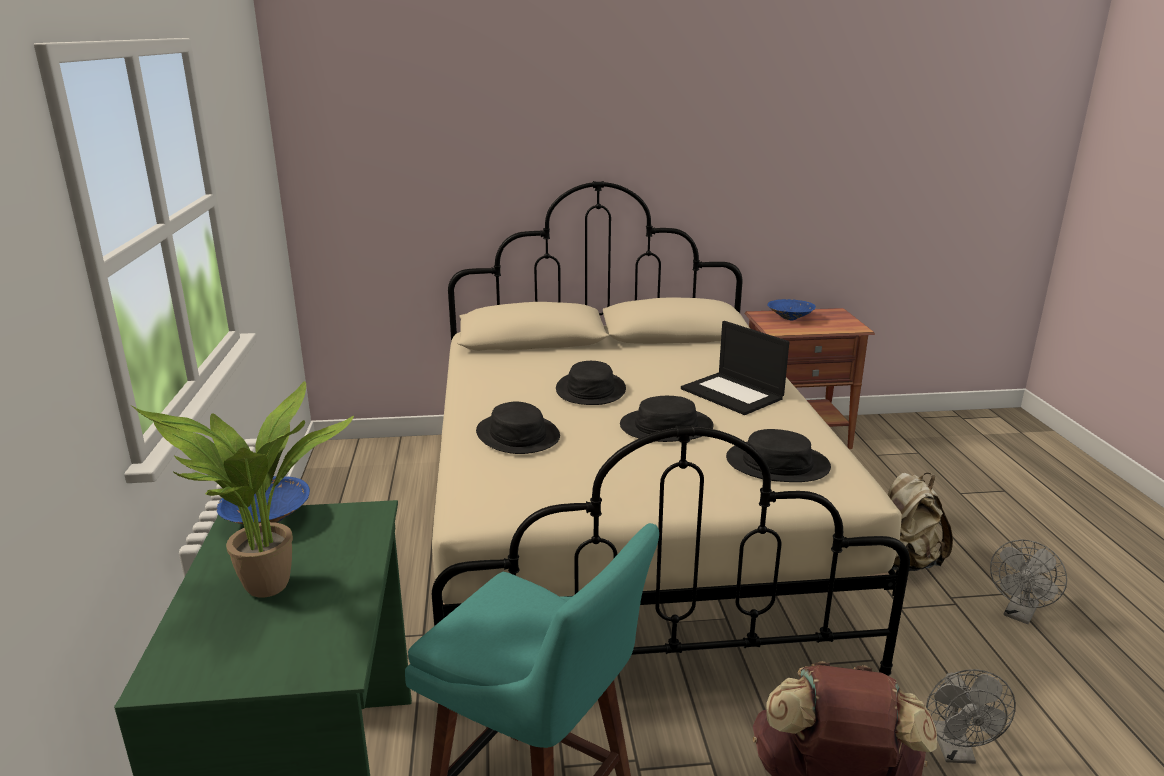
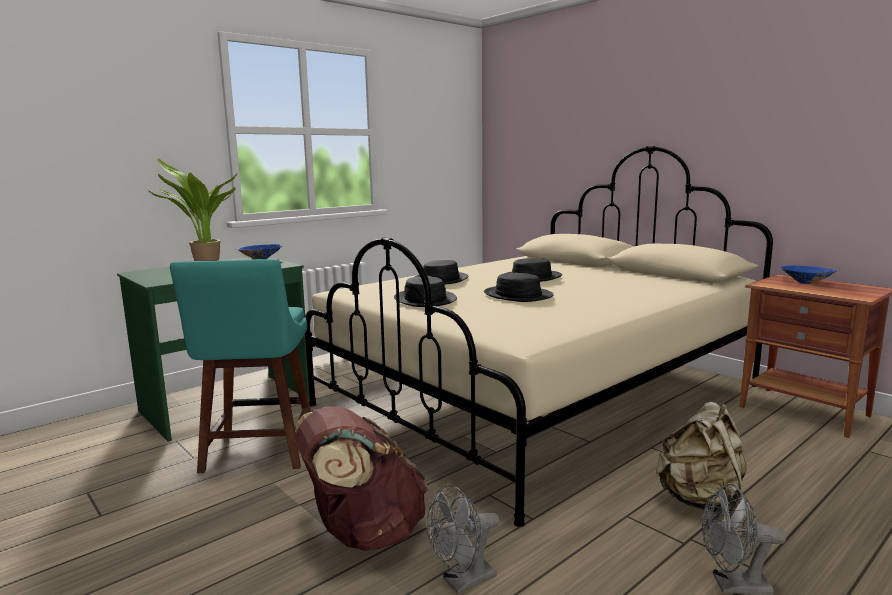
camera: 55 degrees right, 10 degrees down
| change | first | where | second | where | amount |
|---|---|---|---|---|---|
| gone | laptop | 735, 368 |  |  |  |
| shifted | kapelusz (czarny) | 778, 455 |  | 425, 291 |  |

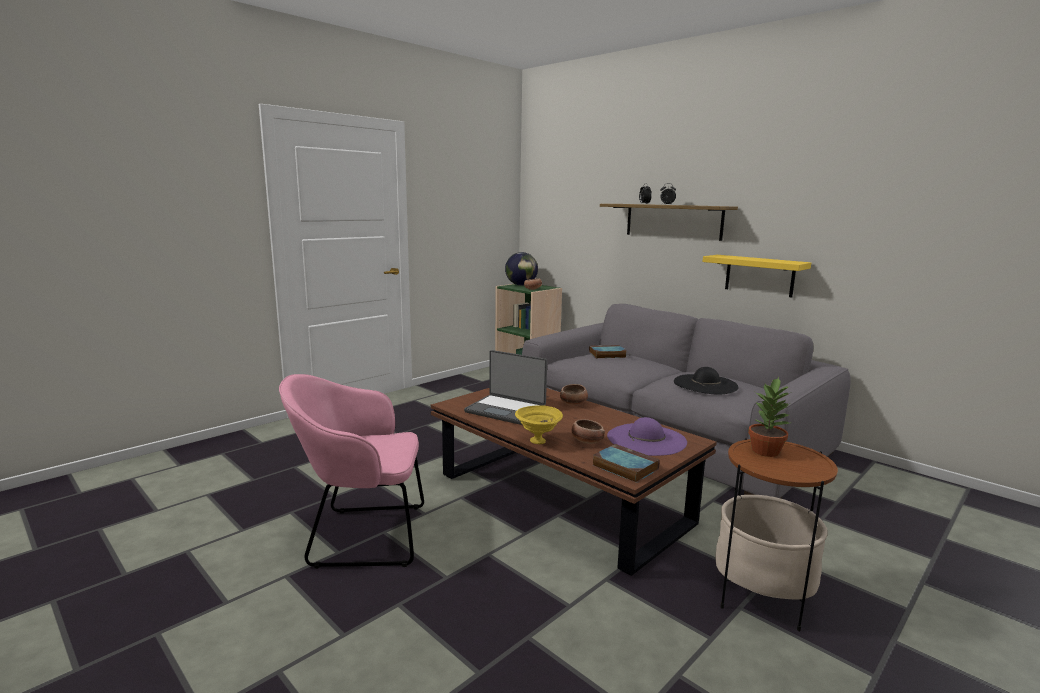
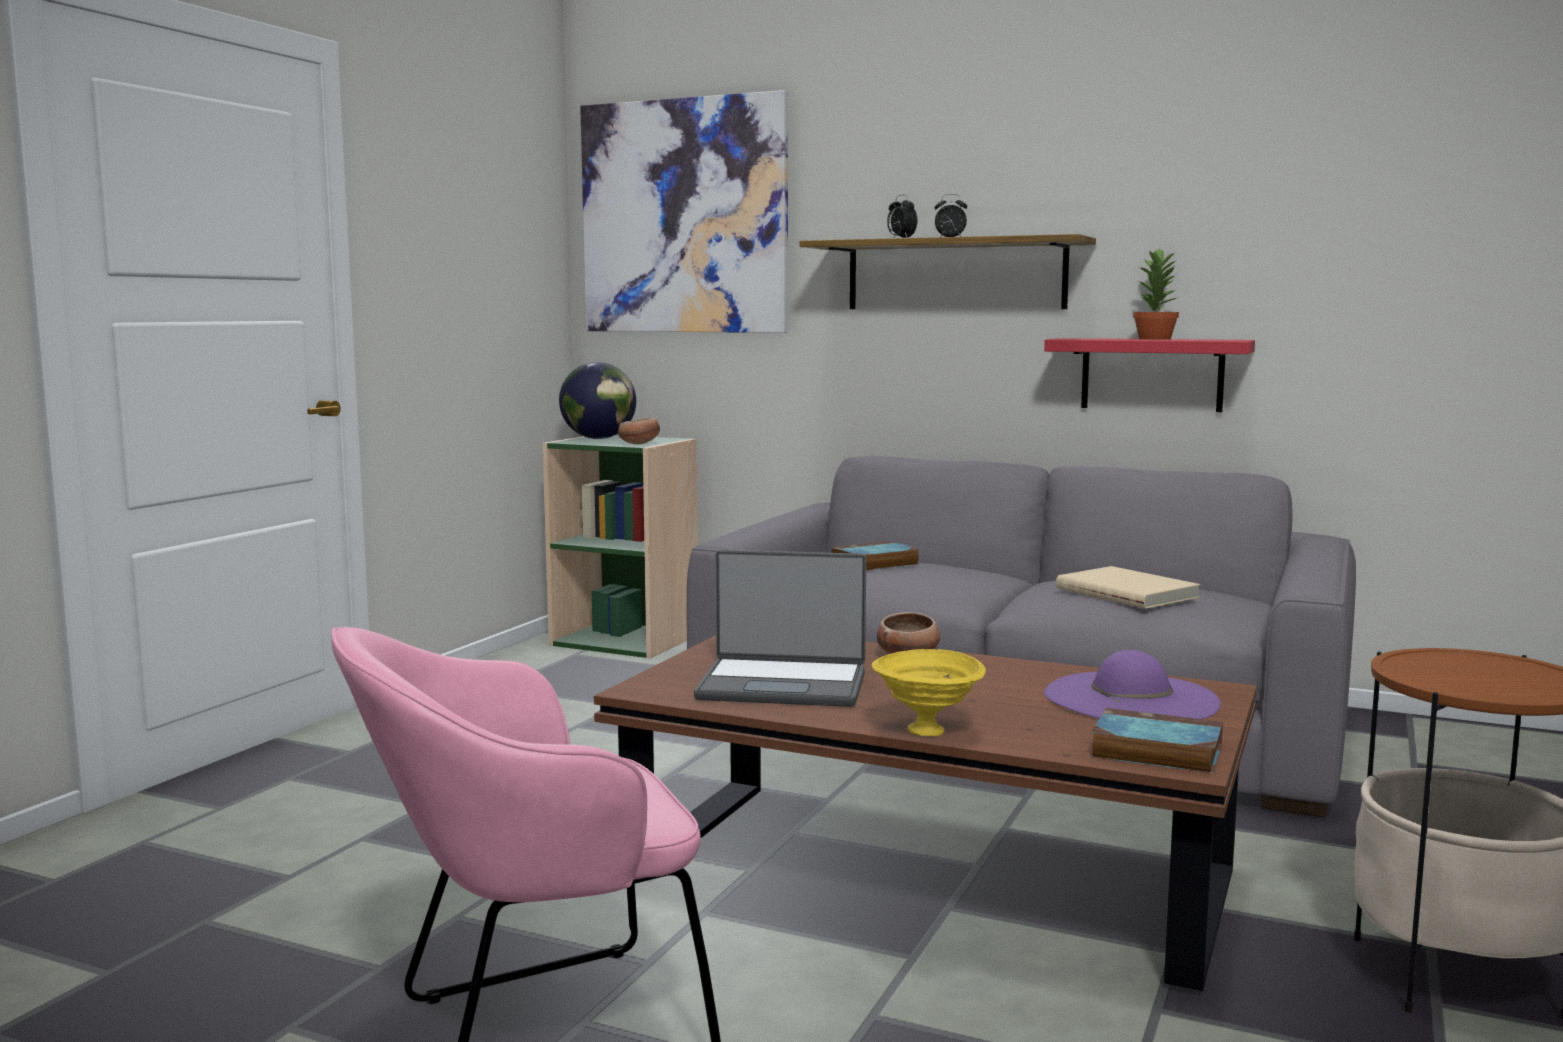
camera: 20 degrees left, 5 degrees down
| change | first | where | second | where | amount |
|---|---|---|---|---|---|
| repainted | półka (żółty) | 757, 276 | półka (czerwony) | 1149, 375 |  |
| swapped | kapelusz (czarny) | 706, 381 | książka (beżowy) | 1128, 587 |  |
| shifted | roślina doniczkowa | 769, 417 |  | 1156, 294 |  |
| gone | miska | 588, 431 |  |  |  |
| new |  |  | obraz | 684, 211 |  |

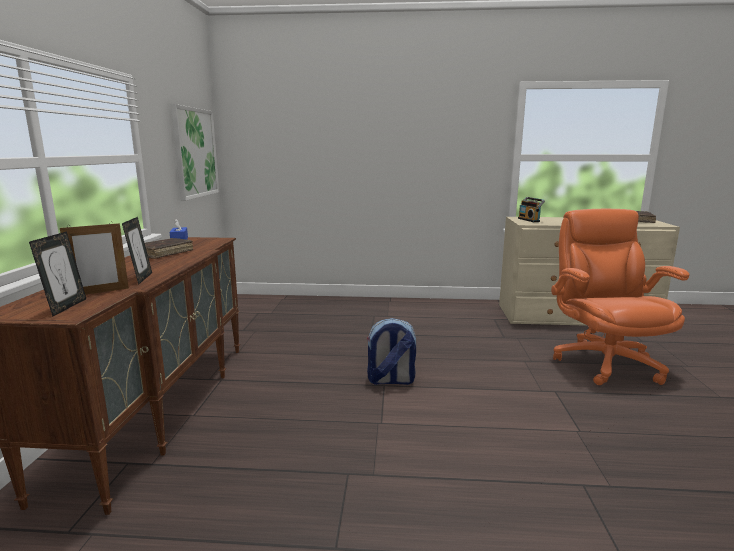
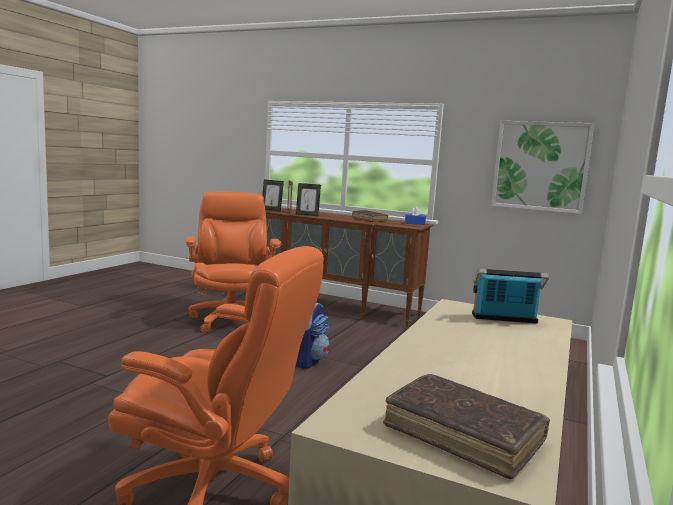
camera: 110 degrees right, 5 degrees down
| change | first | where | second | where | amount |
|---|---|---|---|---|---|
| new |  |  | krzesło biurowe (pomarańczowy) | 233, 261 |  |

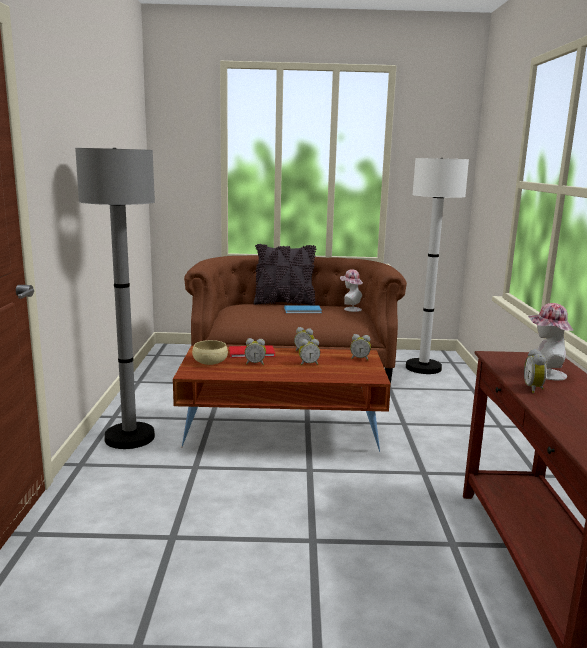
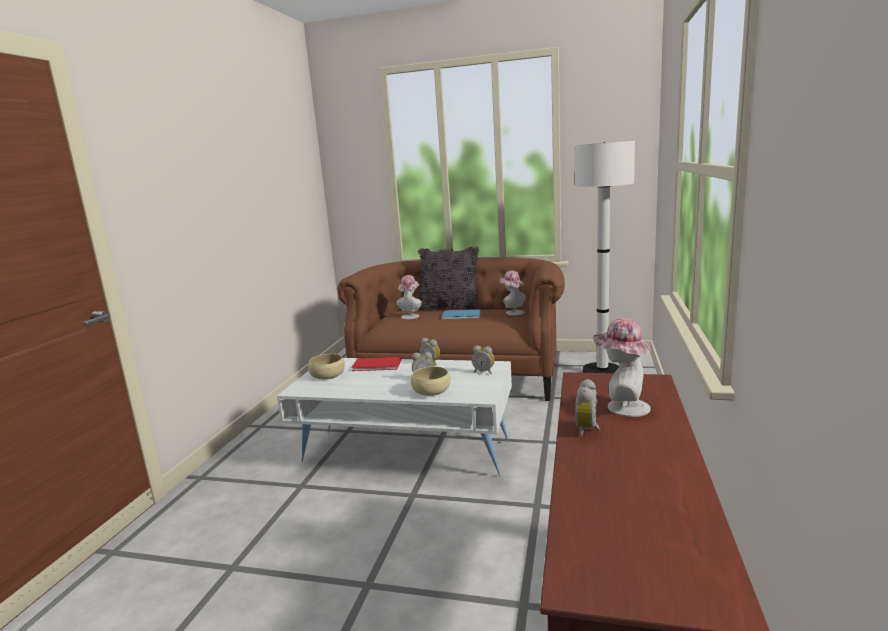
camera: 15 degrees right, 0 degrees up
| change | first | where | second | where | amount |
|---|---|---|---|---|---|
| gone | lampa stojąca (szary) | 115, 298 |  |  |  |
| gone | budzik | 255, 351 |  |  |  |
| repainted | ława (brązowy) | 282, 399 | ława (biały) | 394, 417 |  |
| new |  |  | kapelusz | 409, 297 |  |
| new |  |  | miska (beżowy) | 431, 381 |  |

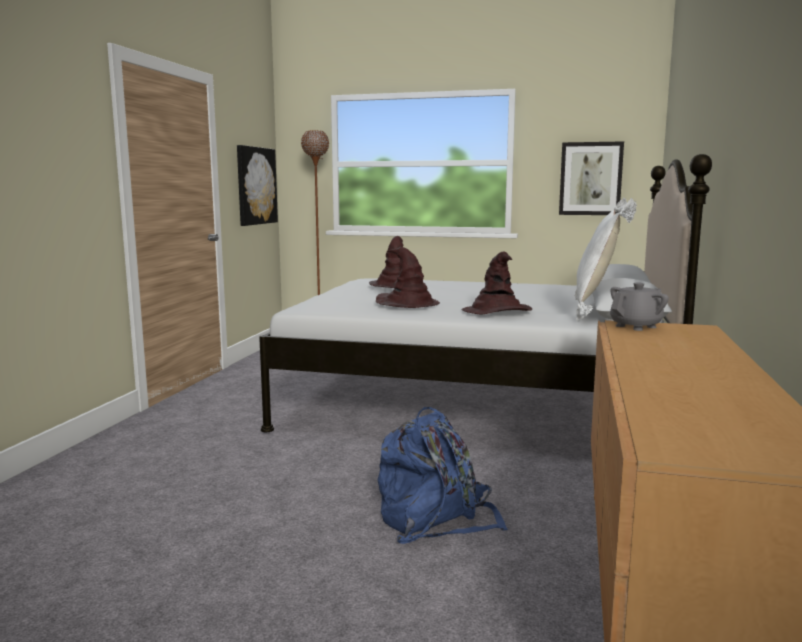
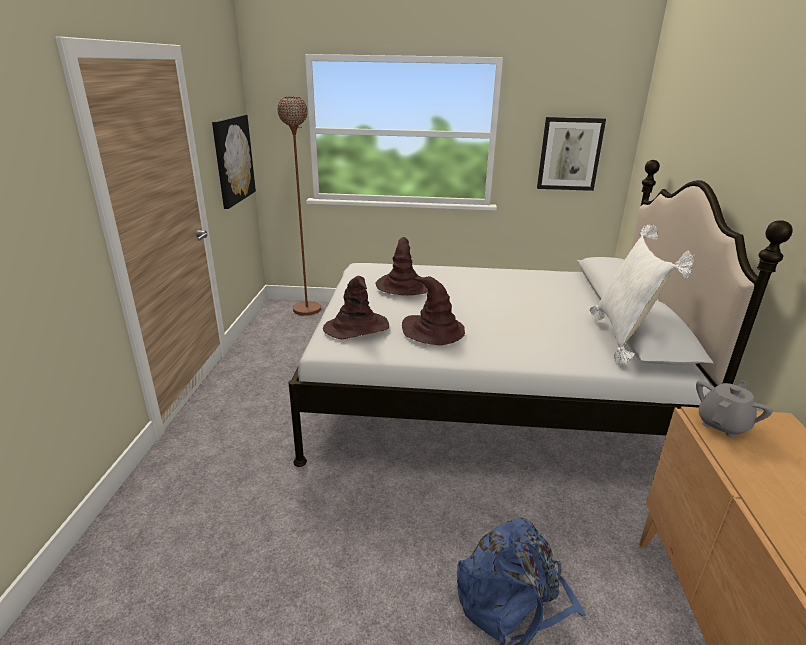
camera: 10 degrees left, 15 degrees up
| change | first | where | second | where | amount |
|---|---|---|---|---|---|
| shifted | kapelusz (brązowy) | 496, 282 |  | 356, 307 |  |

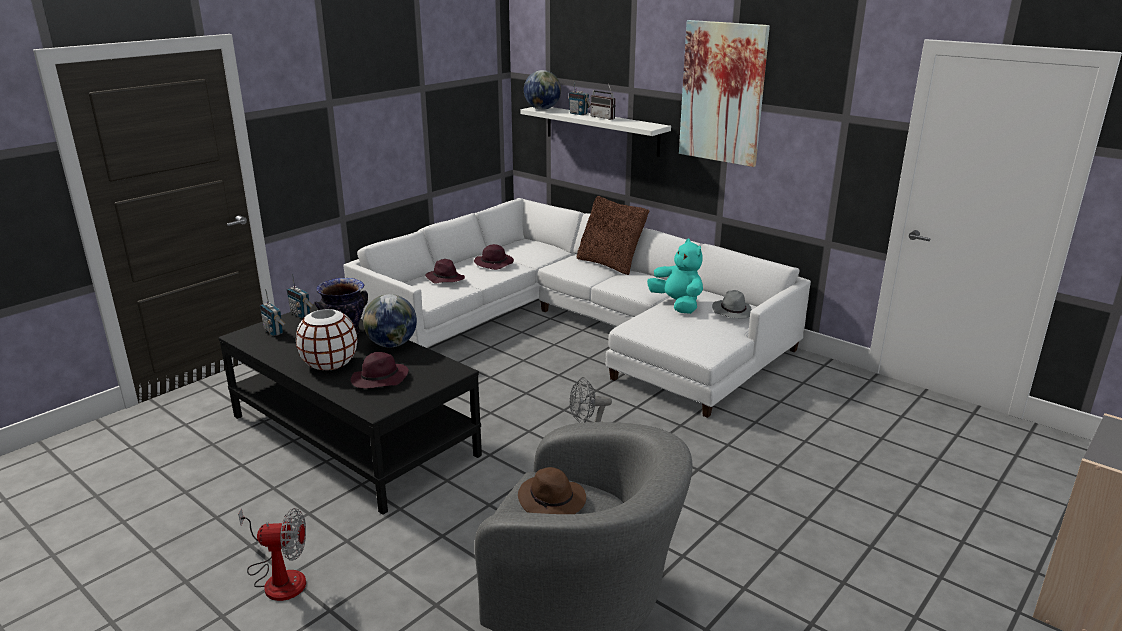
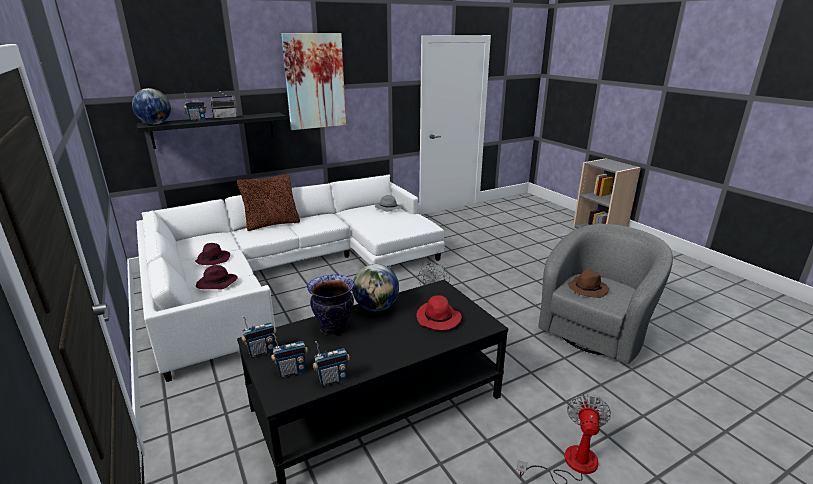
camera: 70 degrees left, 0 degrees up
| change | first | where | second | where | amount |
|---|---|---|---|---|---|
| repainted | półka (biały) | 595, 132 | półka (czarny) | 212, 130 |  |
| gone | pluszak (turkusowy) | 675, 276 |  |  |  |
| gone | wazon (biały) | 326, 340 |  |  |  |
| repainted | kapelusz (fioletowy) | 380, 370 | kapelusz (czerwony) | 439, 312 |  |
| new |  |  | radio | 331, 363 |  |

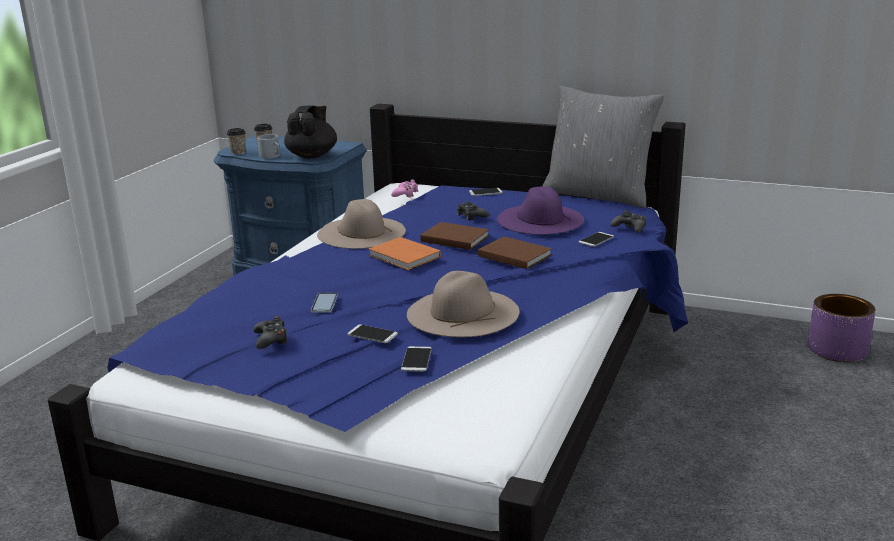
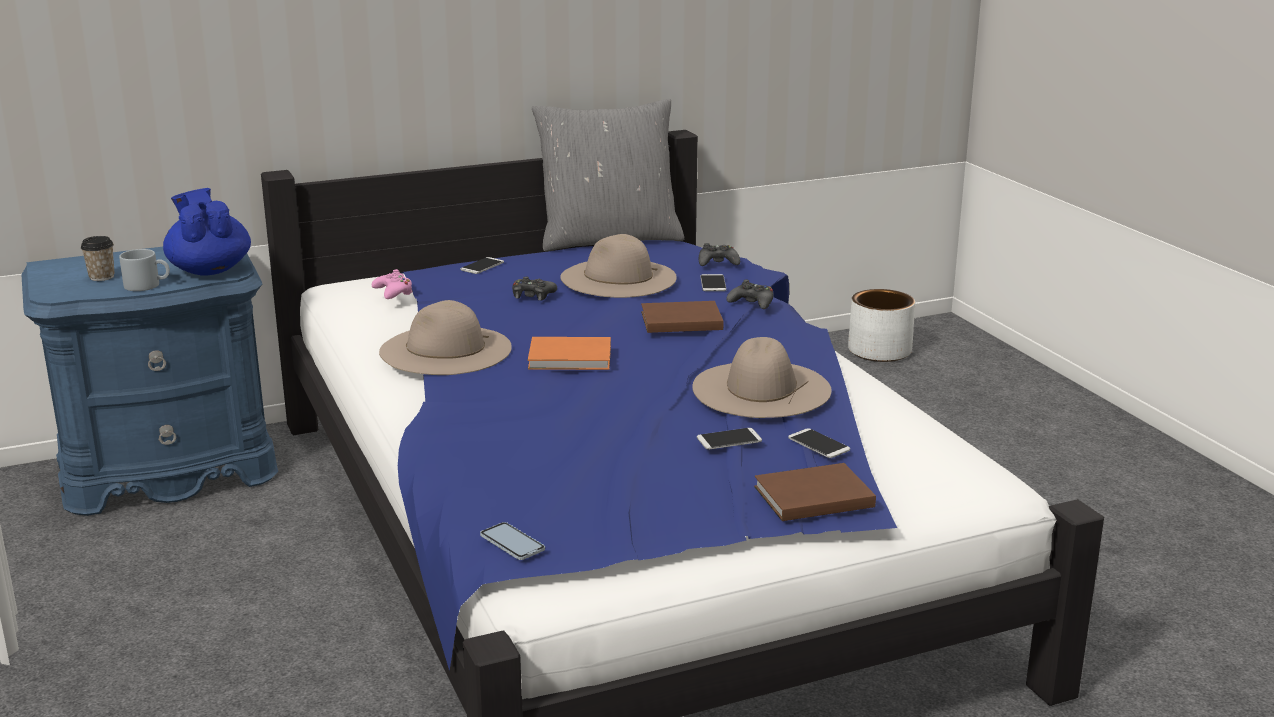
camera: 45 degrees left, 0 degrees up
| change | first | where | second | where | amount |
|---|---|---|---|---|---|
| repainted | imbryk (czarny) | 310, 132 | imbryk (niebieski) | 207, 232 |  |
| gone | filiżanka | 236, 141 |  |  |  |
| repainted | kapelusz (fioletowy) | 540, 210 | kapelusz (beżowy) | 618, 266 |  |
| shifted | książka (brązowy) | 454, 236 |  | 815, 492 |  |
| shifted | telefon | 324, 303 |  | 512, 541 |  |
| repainted | donica (fioletowy) | 841, 328 | donica (biały) | 881, 325 |  |
| shifted | pad do gier (czarny) | 271, 332 |  | 750, 294 |  |

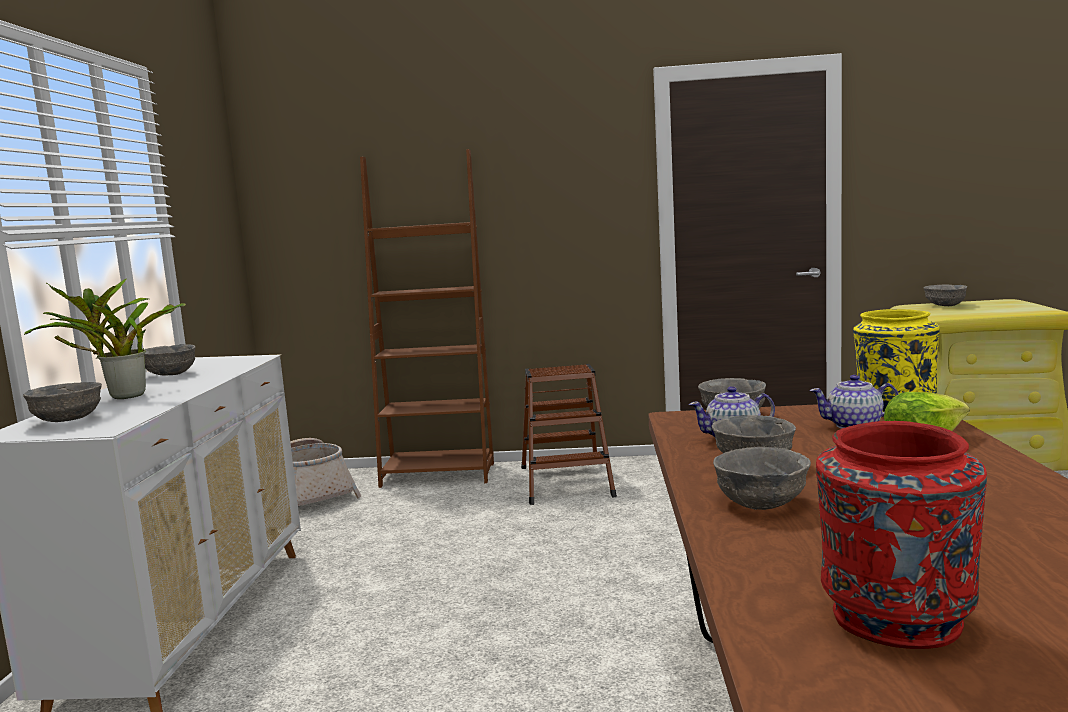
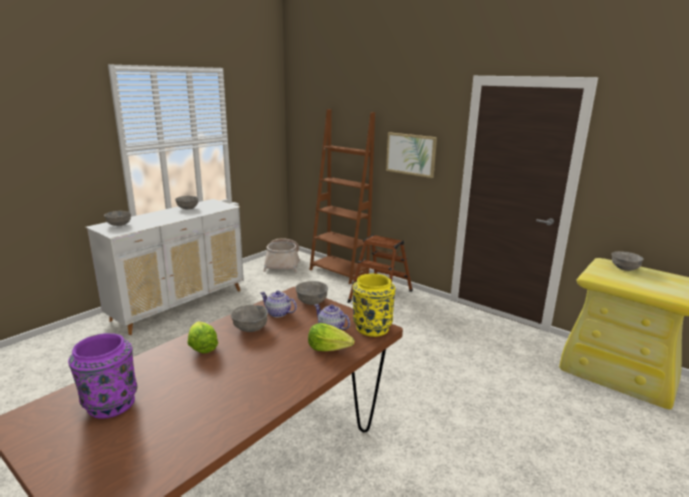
camera: 35 degrees right, 10 degrees up
| change | first | where | second | where | amount |
|---|---|---|---|---|---|
| gone | roślina doniczkowa | 105, 338 |  |  |  |
| repainted | wazon (czerwony) | 901, 535 | wazon (fioletowy) | 102, 376 |  |
| swapped | miska (szary) | 762, 478 | sałata | 203, 337 |  |
| new |  |  | obraz | 411, 155 |  |

